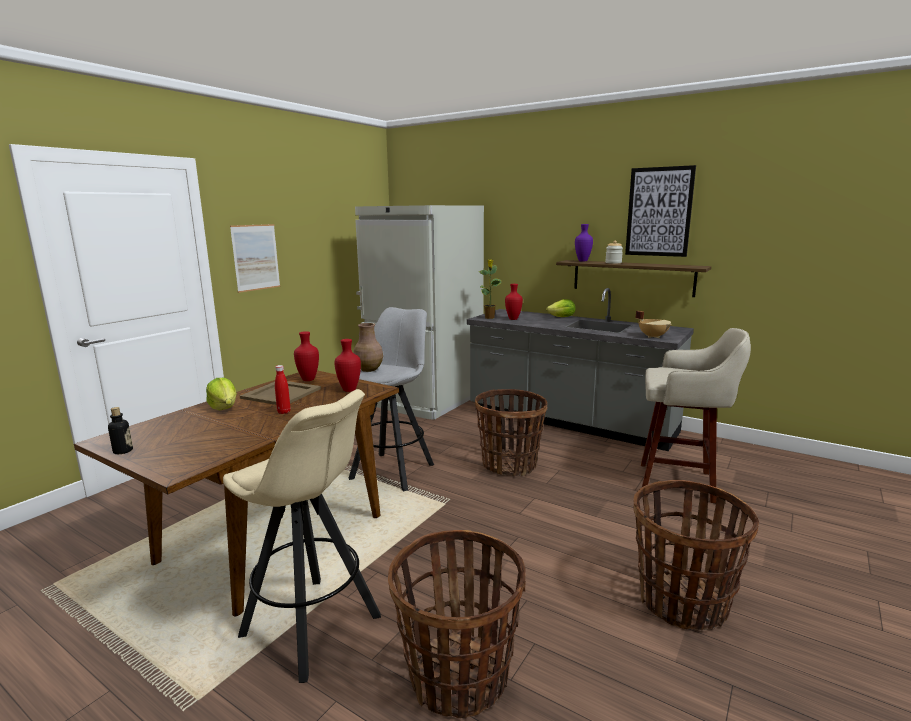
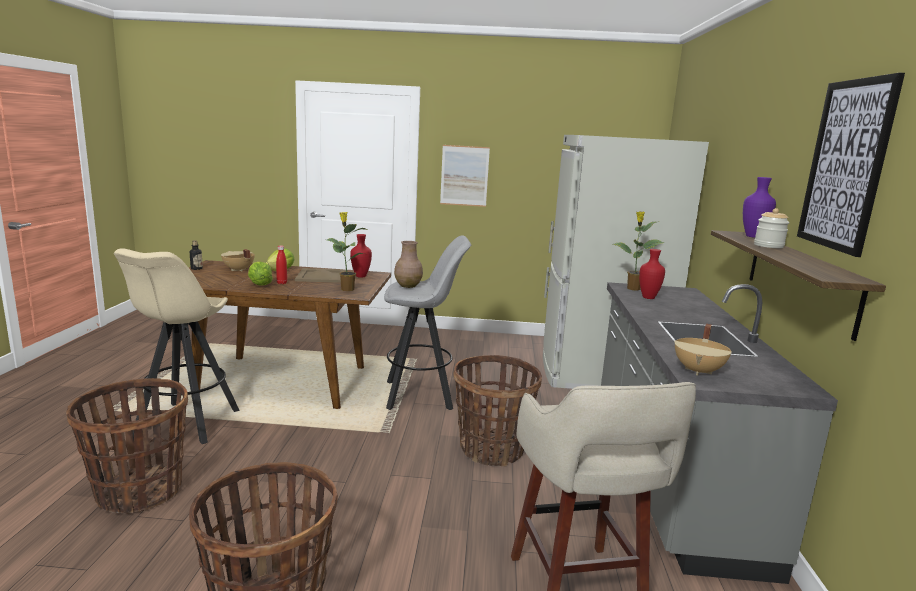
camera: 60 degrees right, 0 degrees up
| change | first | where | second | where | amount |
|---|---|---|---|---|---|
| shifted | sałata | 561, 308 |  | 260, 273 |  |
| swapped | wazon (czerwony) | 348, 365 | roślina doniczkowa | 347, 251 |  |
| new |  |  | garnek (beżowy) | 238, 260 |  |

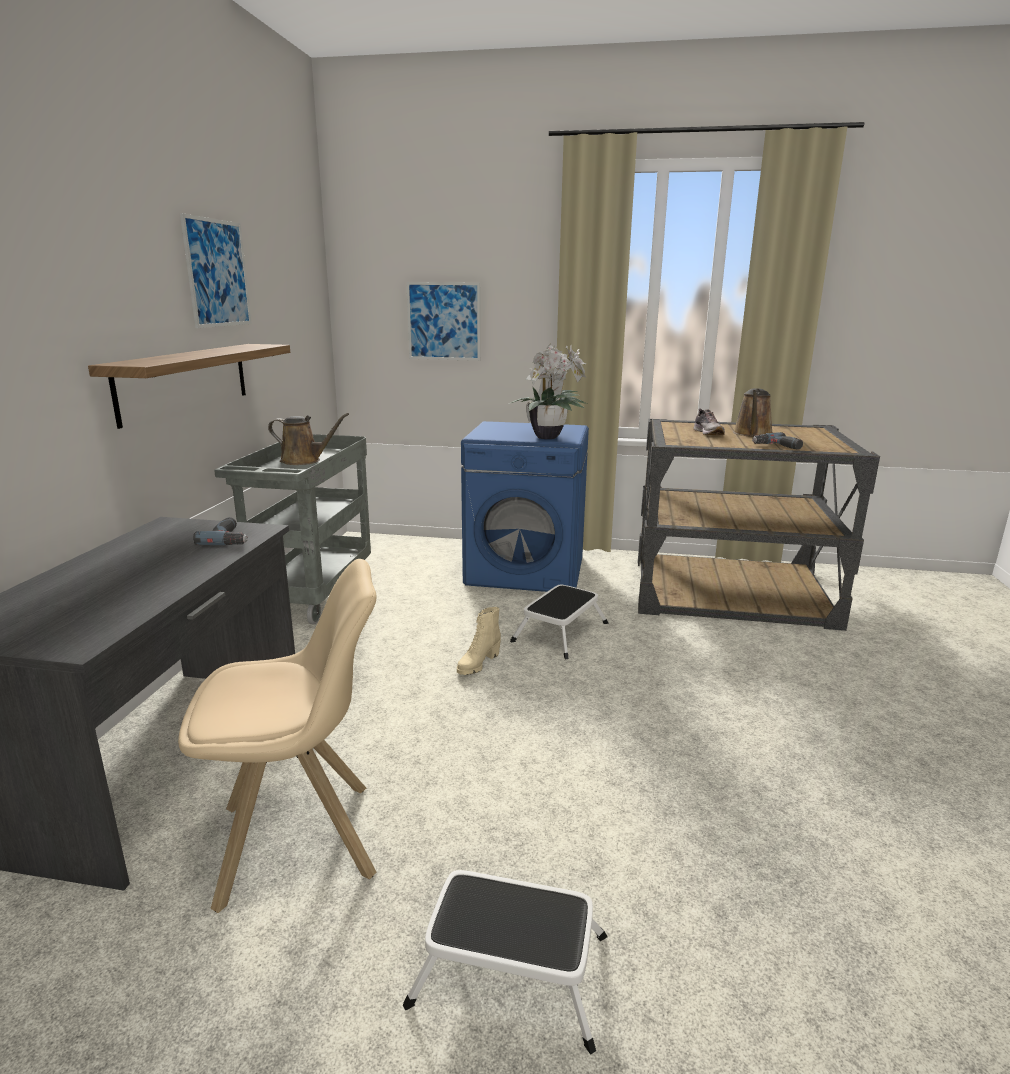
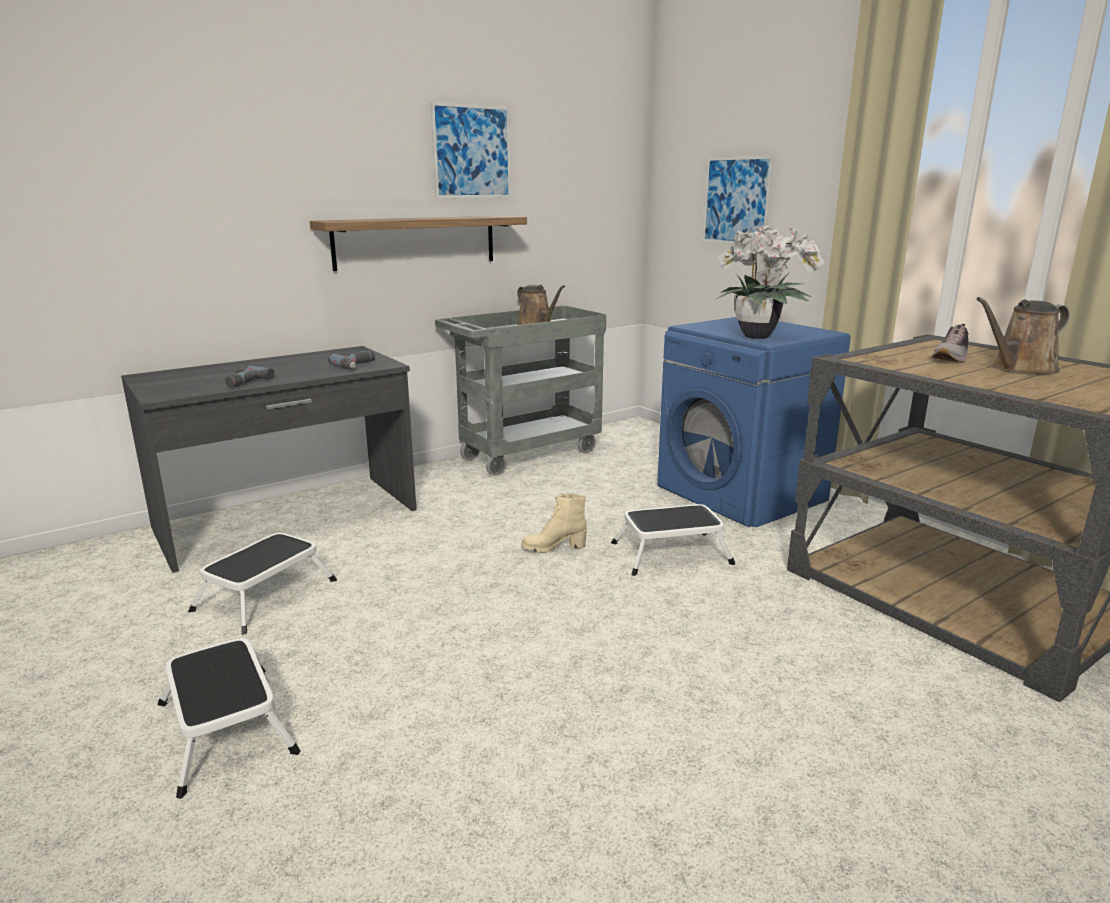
camera: 45 degrees right, 0 degrees up
| change | first | where | second | where | amount |
|---|---|---|---|---|---|
| shifted | wiertarka | 777, 441 |  | 249, 377 |  |
| swapped | krzesło (beżowy) | 277, 736 | drabinka (czarny) | 262, 584 |  |

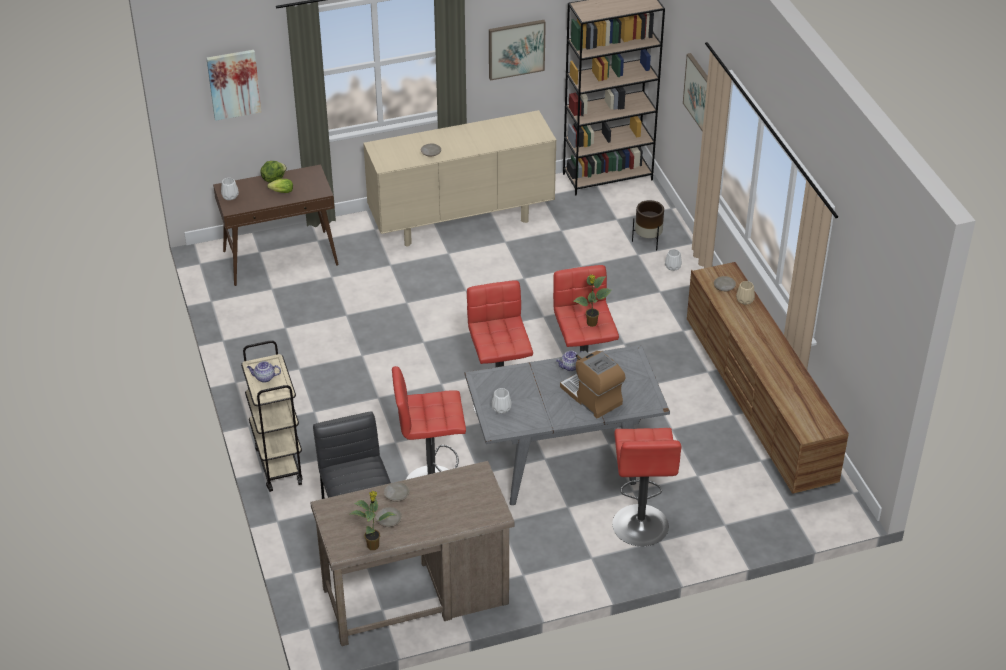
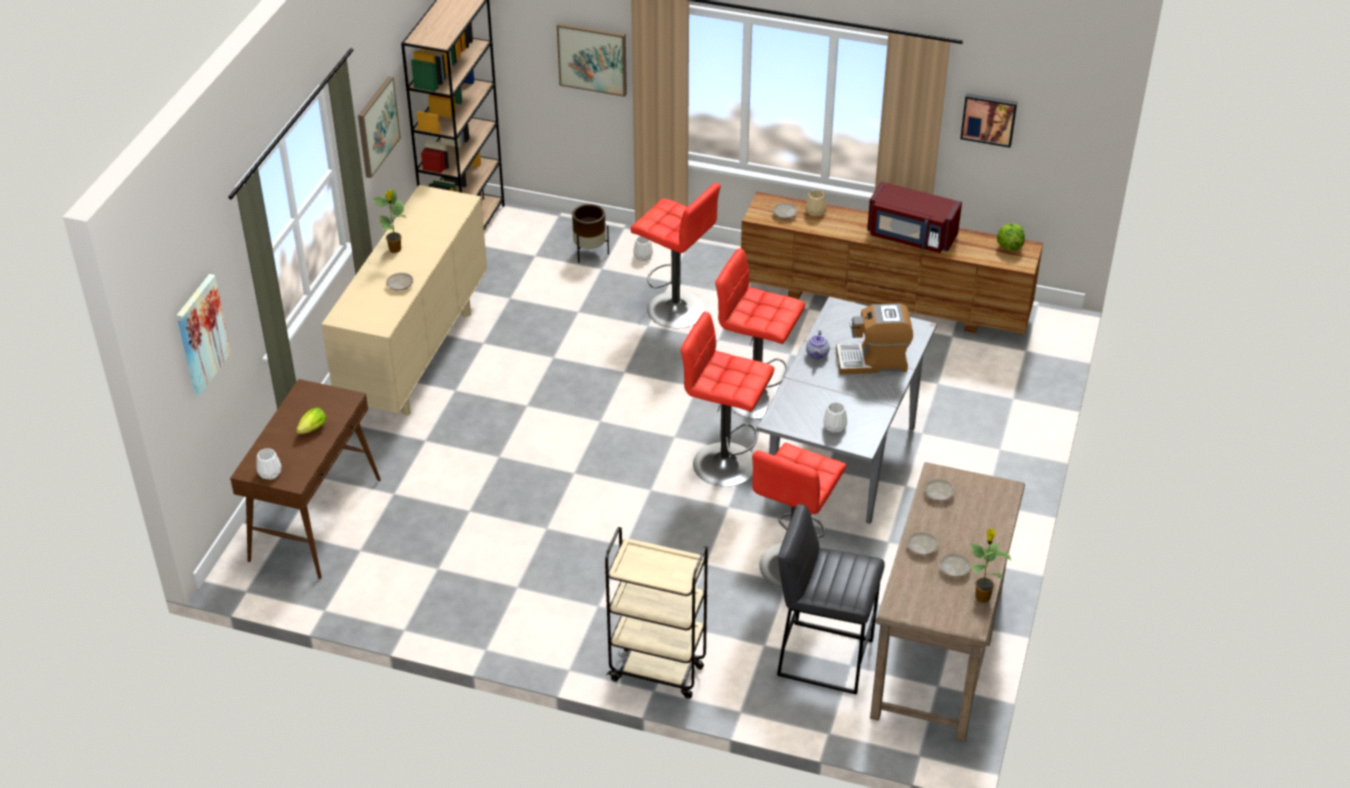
camera: 55 degrees left, 0 degrees up
| change | first | where | second | where | amount |
|---|---|---|---|---|---|
| shifted | sałata | 274, 172 |  | 1011, 237 |  |
| shifted | roślina doniczkowa | 592, 301 |  | 389, 220 |  |
| gone | imbryk | 264, 372 |  |  |  |
| shifted | stołek (czerwony) | 646, 487 |  | 675, 255 |  |
| new |  |  | obraz | 988, 120 |  |
| new |  |  | mikrofalówka (czerwony) | 914, 217 |  |
| new |  |  | talerz (beżowy) | 939, 490 |  |

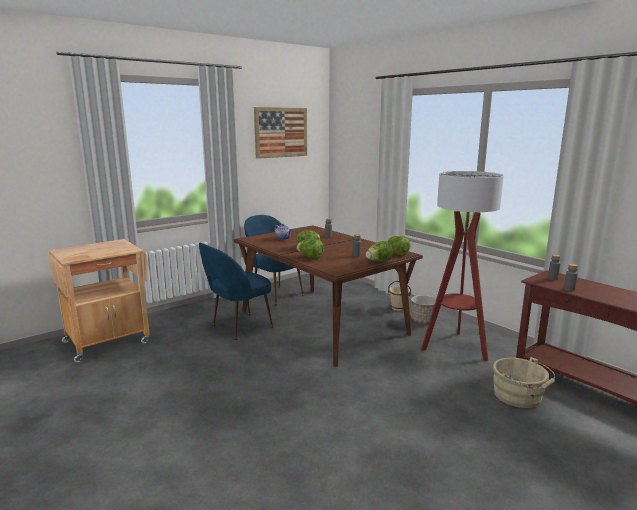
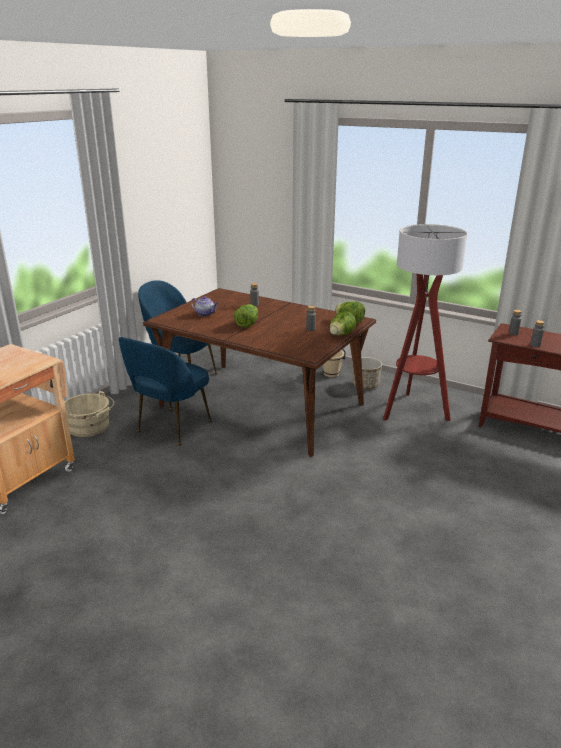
camera: 20 degrees left, 10 degrees up
| change | first | where | second | where | amount |
|---|---|---|---|---|---|
| gone | obraz | 280, 133 |  |  |  |
| gone | sałata | 310, 249 |  |  |  |
| shifted | wiadro (beżowy) | 524, 382 |  | 89, 414 |  |

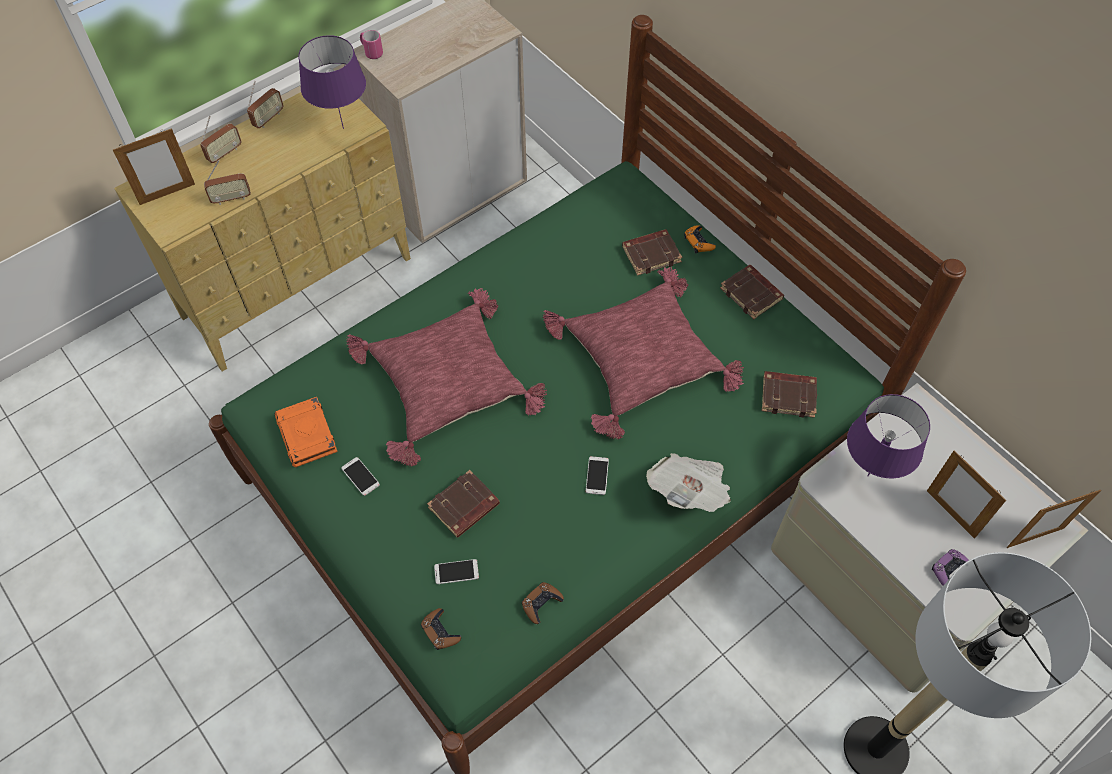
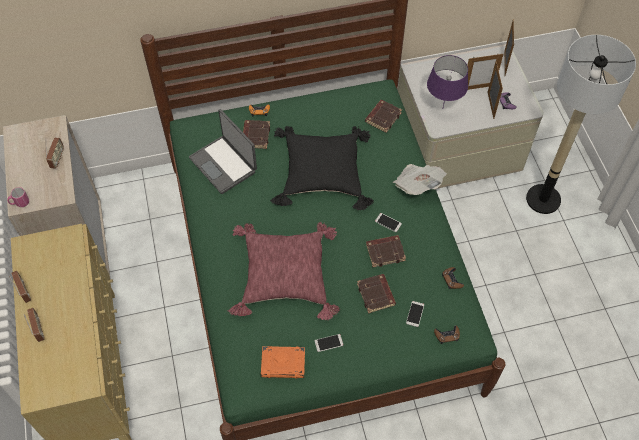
camera: 65 degrees left, 0 degrees up
| change | first | where | second | where | amount |
|---|---|---|---|---|---|
| gone | lampa stołowa (fioletowy) | 332, 82 |  |  |  |
| shifted | ramka na zdjęcie | 154, 166 |  | 495, 90 |  |
| shifted | radio | 227, 182 |  | 54, 153 |  |
| shifted | książka (brązowy) | 752, 292 |  | 386, 251 |  |
| repainted | poduszka (czerwony) | 643, 353 | poduszka (czarny) | 322, 168 |  |
| new |  |  | laptop | 223, 151 |  |

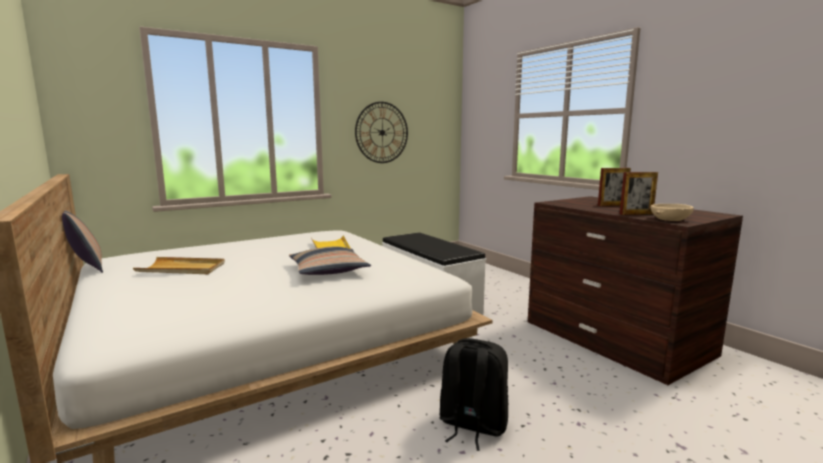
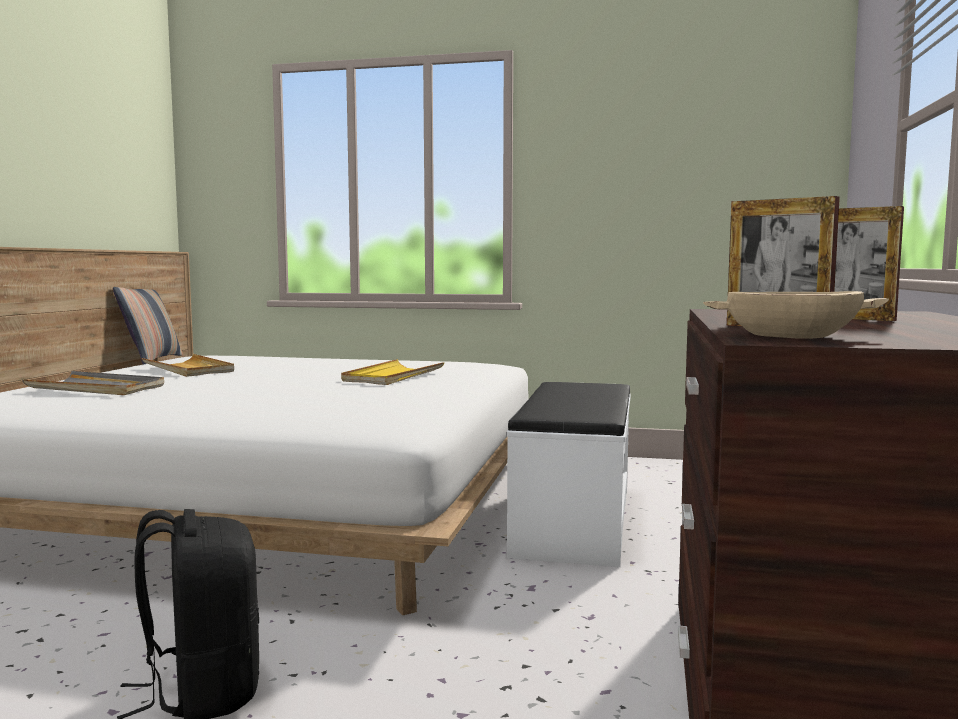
camera: 45 degrees right, 5 degrees down
| change | first | where | second | where | amount |
|---|---|---|---|---|---|
| gone | zegar ścienny | 381, 132 |  |  |  |
| gone | poduszka | 330, 261 |  |  |  |
| new |  |  | taca (szary) | 93, 383 |  |

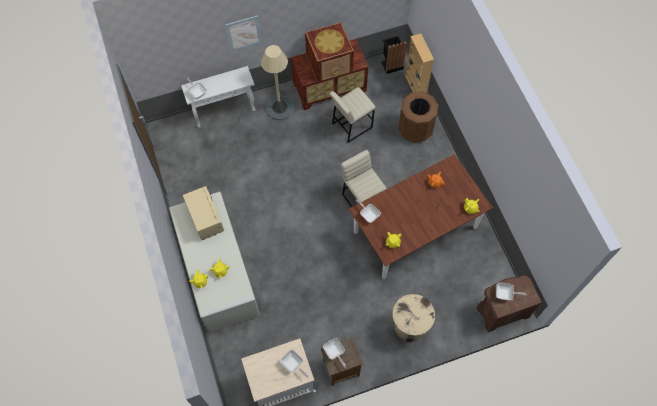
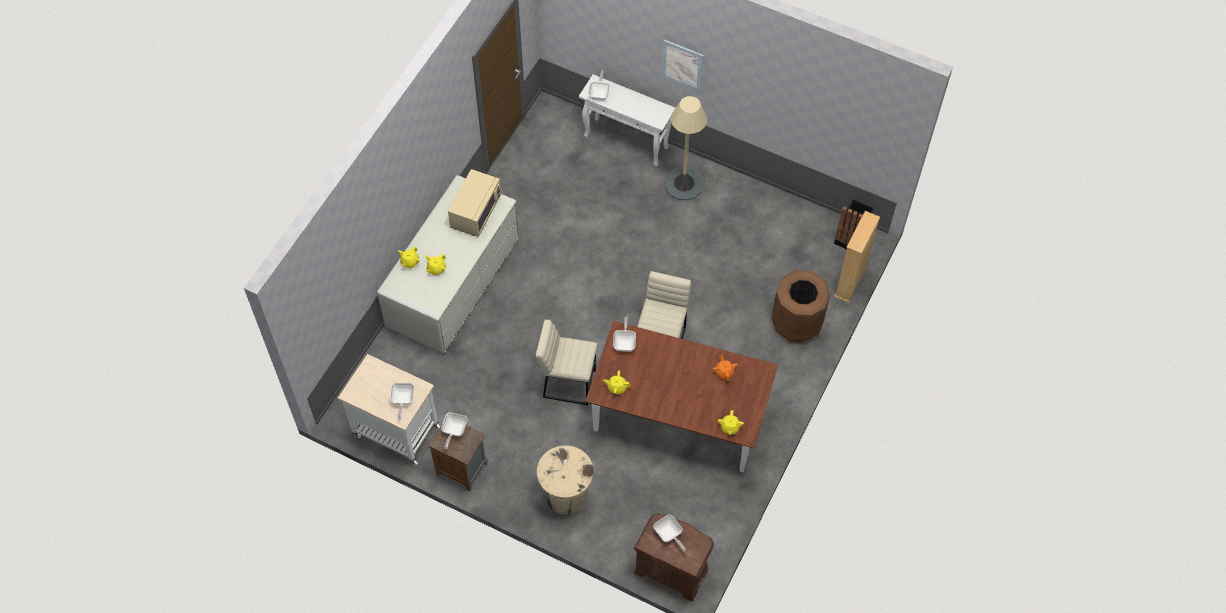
camera: 45 degrees right, 5 degrees down
| change | first | where | second | where | amount |
|---|---|---|---|---|---|
| gone | szafka | 330, 66 |  |  |  |
| shifted | krzesło (beżowy) | 352, 115 |  | 566, 362 |  |

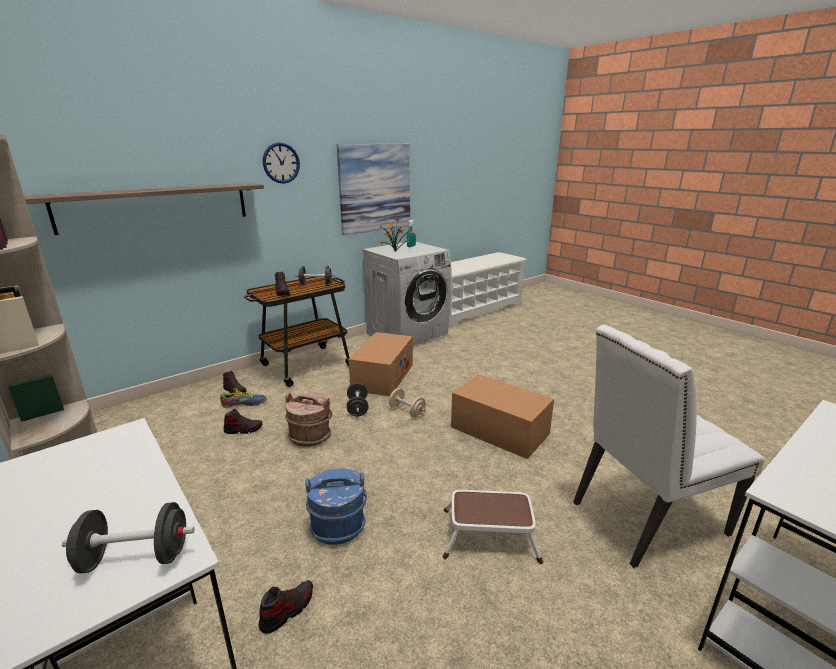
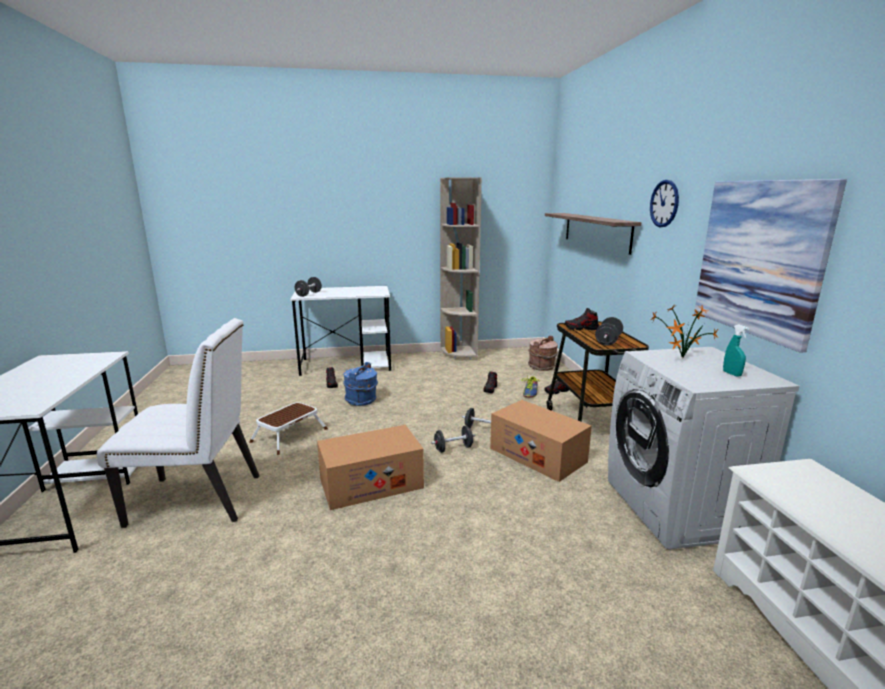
camera: 120 degrees right, 5 degrees down
| change | first | where | second | where | amount |
|---|---|---|---|---|---|
| rotated | krzesło (biały) | 669, 446 |  | 178, 423 | 75 degrees clockwise |
| repainted | hantel (beżowy) | 407, 403 | hantel (czarny) | 453, 439 |  |
| shifted | wiadro (brązowy) | 309, 420 |  | 543, 353 |  |

